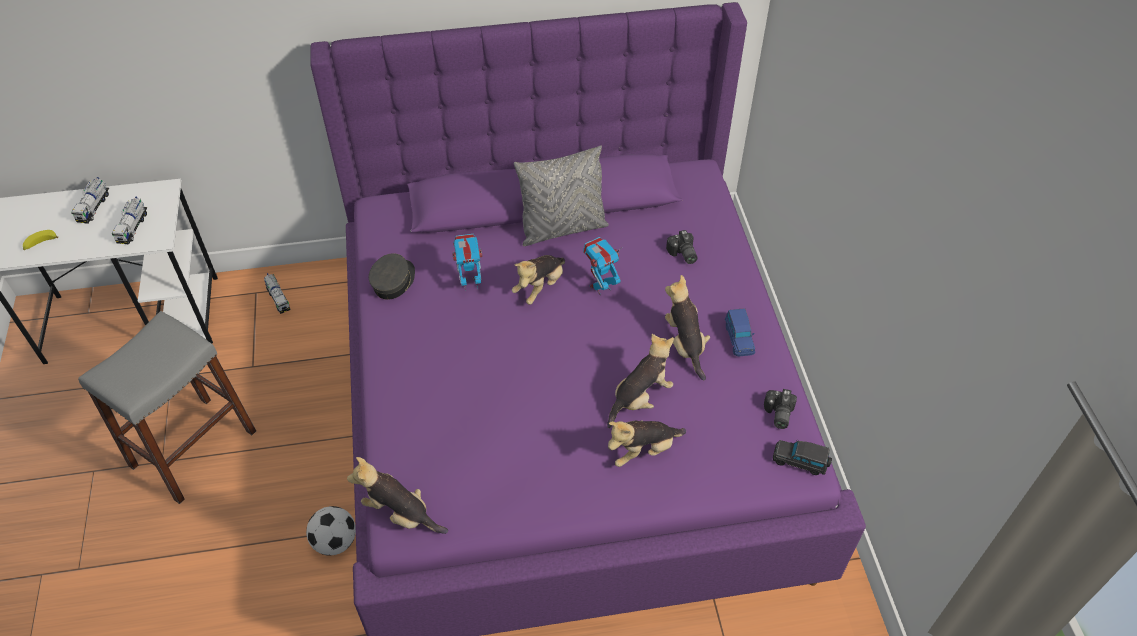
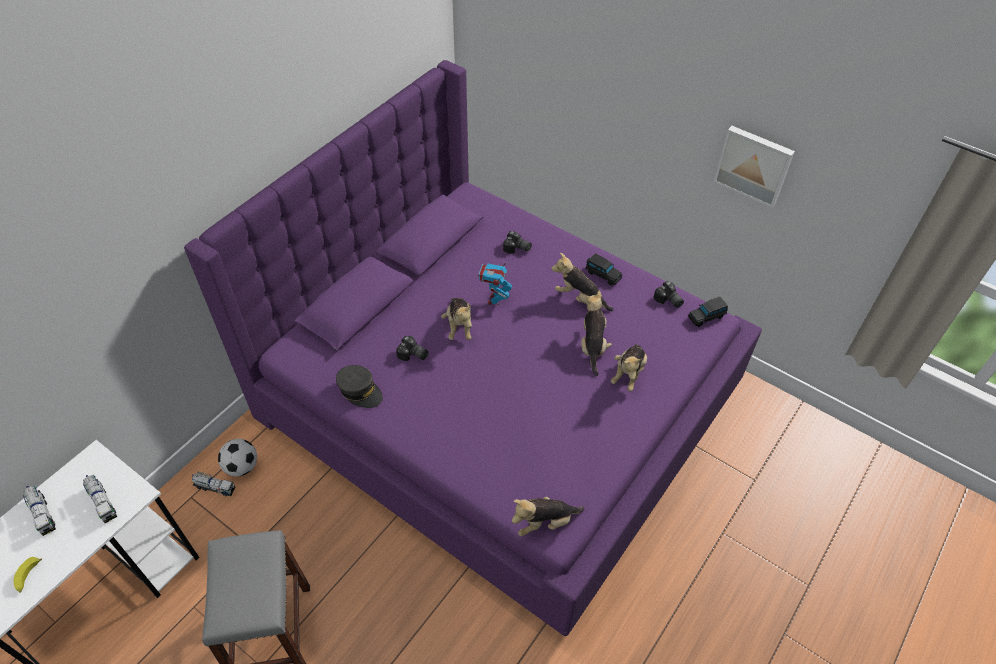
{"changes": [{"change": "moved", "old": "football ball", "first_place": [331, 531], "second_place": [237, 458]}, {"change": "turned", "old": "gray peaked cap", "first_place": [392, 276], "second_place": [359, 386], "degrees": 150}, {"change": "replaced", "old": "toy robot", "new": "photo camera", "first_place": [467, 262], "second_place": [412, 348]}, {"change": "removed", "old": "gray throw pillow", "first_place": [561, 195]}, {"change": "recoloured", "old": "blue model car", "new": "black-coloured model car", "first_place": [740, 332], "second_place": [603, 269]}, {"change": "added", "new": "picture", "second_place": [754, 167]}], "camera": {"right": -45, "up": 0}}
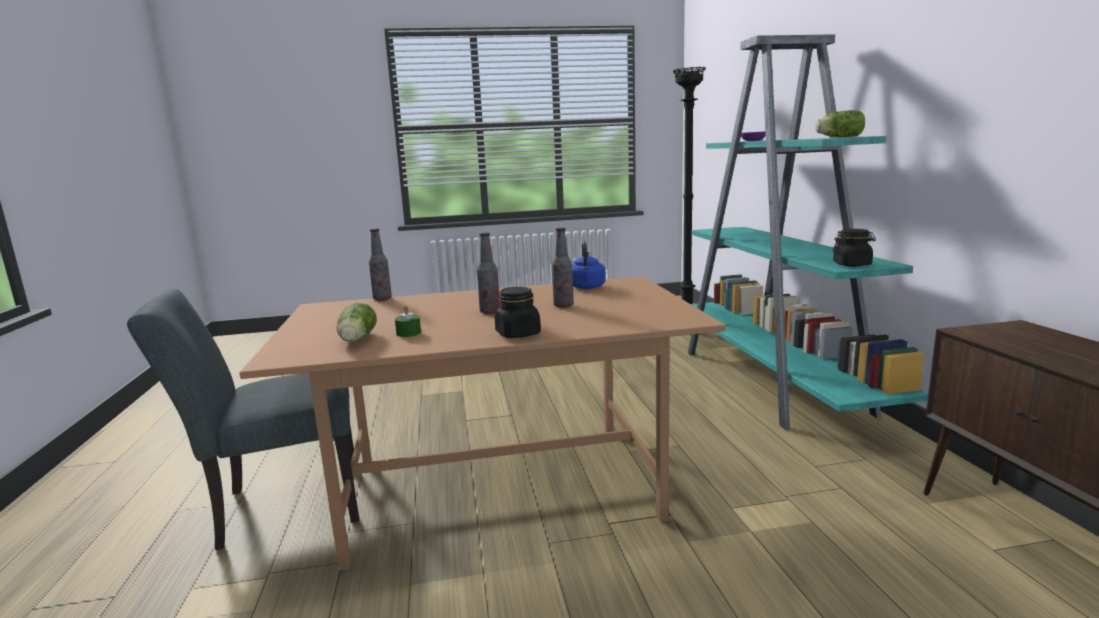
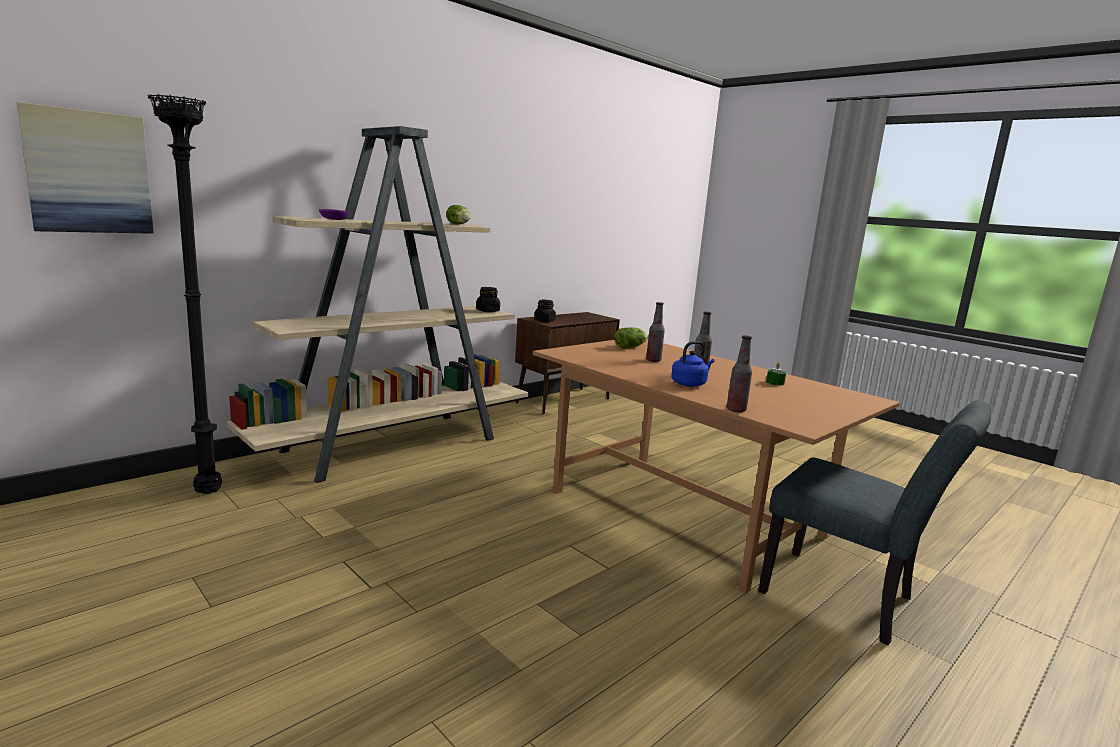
{"changes": [{"change": "moved", "old": "head of lettuce", "first_place": [357, 322], "second_place": [630, 338]}, {"change": "moved", "old": "black-coloured storage jar", "first_place": [518, 312], "second_place": [545, 311]}, {"change": "moved", "old": "blue tea kettle", "first_place": [589, 265], "second_place": [692, 364]}, {"change": "recoloured", "old": "turquoise-coloured bookcase", "new": "sand-coloured bookcase", "first_place": [808, 232], "second_place": [378, 304]}, {"change": "added", "new": "picture", "second_place": [85, 168]}], "camera": {"right": -125, "up": 0}}
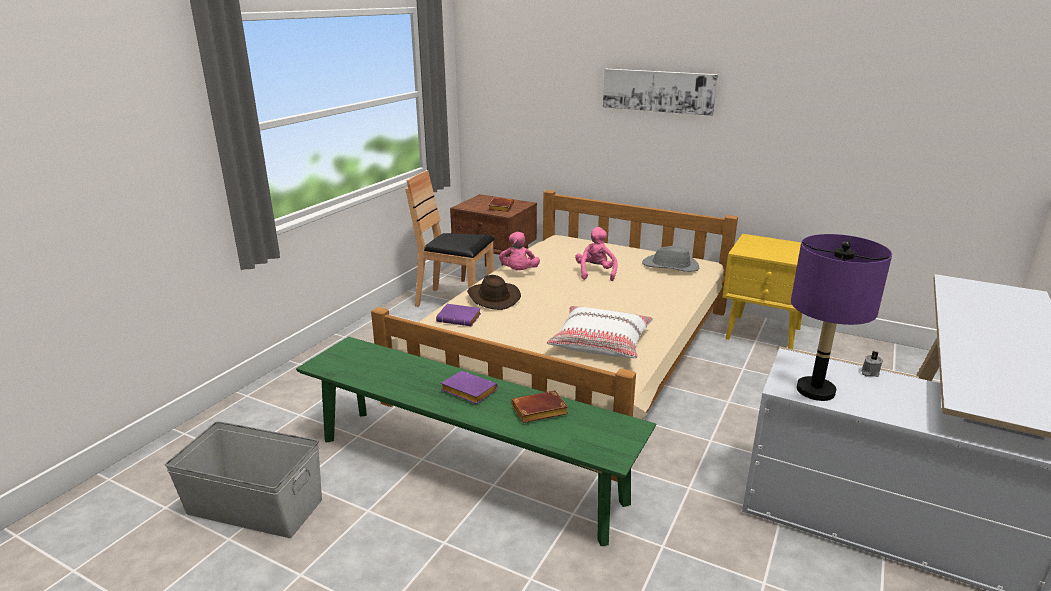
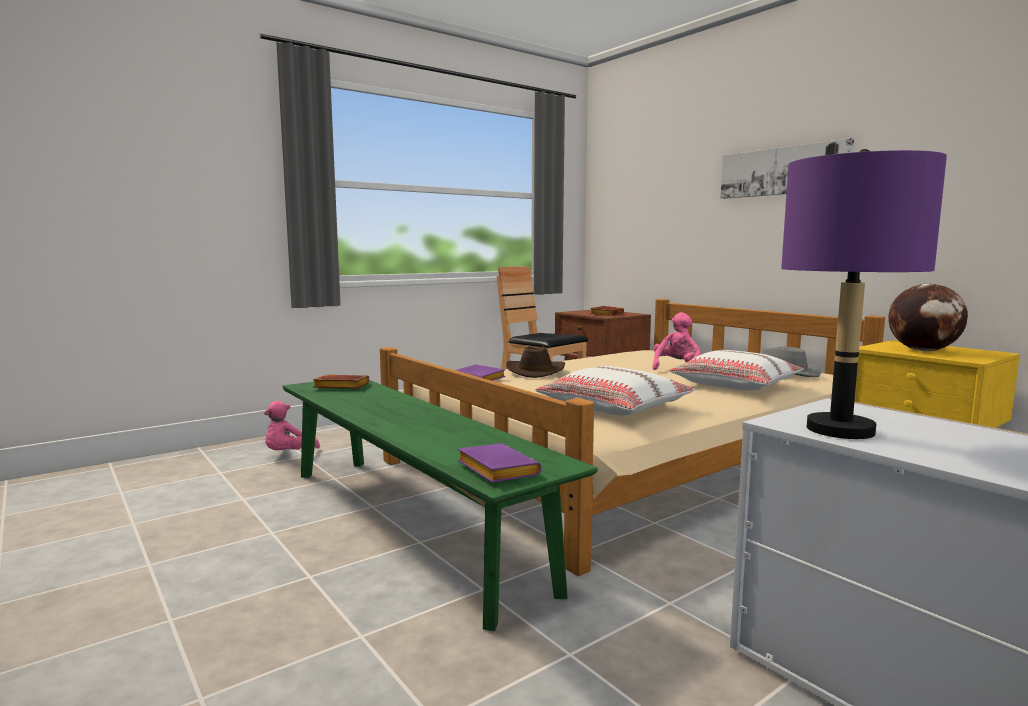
{"changes": [{"change": "removed", "old": "gray storage bin", "first_place": [243, 479]}, {"change": "moved", "old": "purple book", "first_place": [469, 387], "second_place": [499, 462]}, {"change": "moved", "old": "pink-coloured plush toy", "first_place": [519, 251], "second_place": [292, 425]}, {"change": "moved", "old": "brownish book", "first_place": [539, 407], "second_place": [341, 382]}, {"change": "removed", "old": "gray wax candle", "first_place": [872, 364]}, {"change": "added", "new": "whitish throw pillow", "second_place": [736, 370]}, {"change": "added", "new": "globe", "second_place": [928, 317]}], "camera": {"right": 25, "up": -15}}
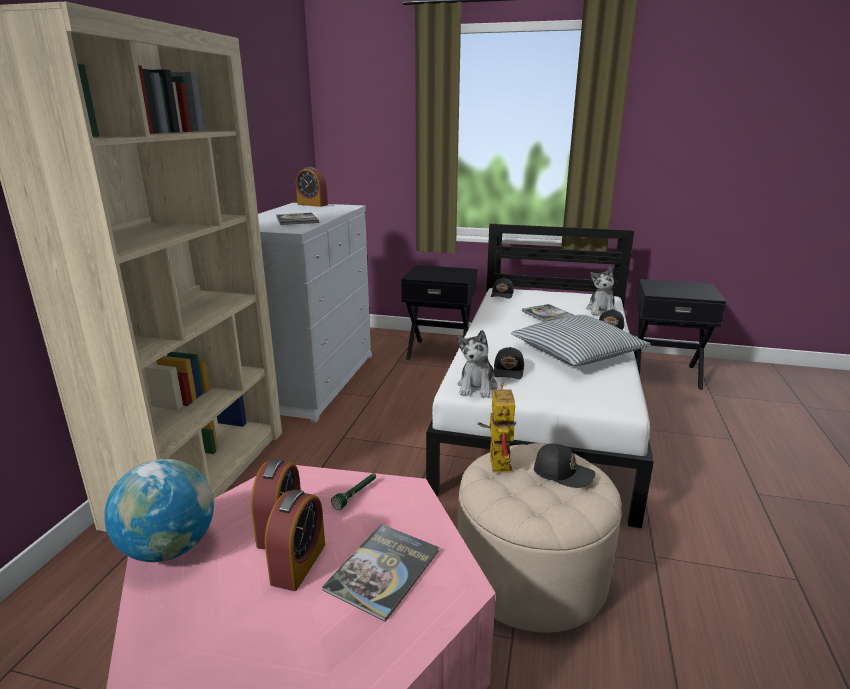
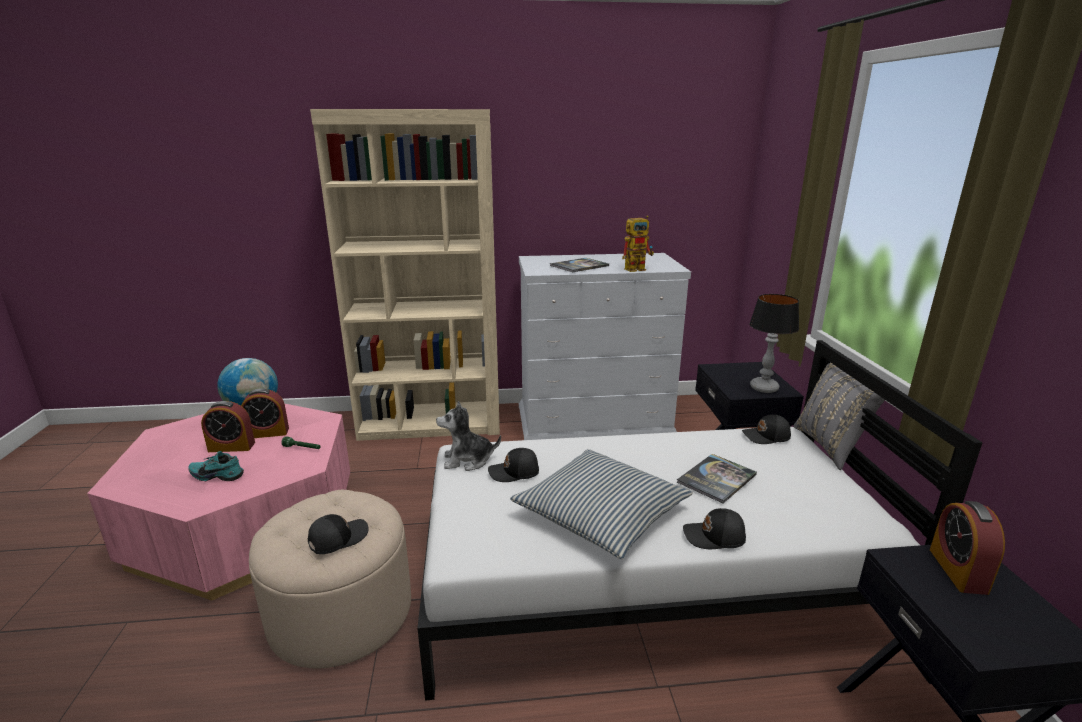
{"changes": [{"change": "moved", "old": "alarm clock", "first_place": [312, 187], "second_place": [967, 548]}, {"change": "replaced", "old": "book", "new": "turquoise-coloured item of footwear", "first_place": [380, 573], "second_place": [216, 466]}, {"change": "moved", "old": "toy robot", "first_place": [497, 427], "second_place": [638, 243]}, {"change": "turned", "old": "black-coloured peaked cap", "first_place": [565, 465], "second_place": [338, 534], "degrees": -135}, {"change": "removed", "old": "plush toy", "first_place": [601, 291]}, {"change": "added", "new": "table lamp", "second_place": [774, 343]}, {"change": "added", "new": "gray throw pillow", "second_place": [839, 416]}], "camera": {"right": 70, "up": 0}}
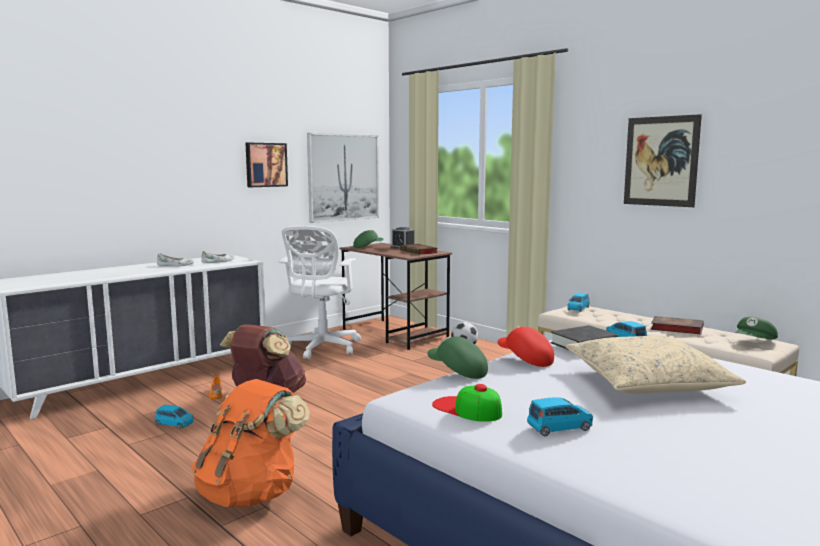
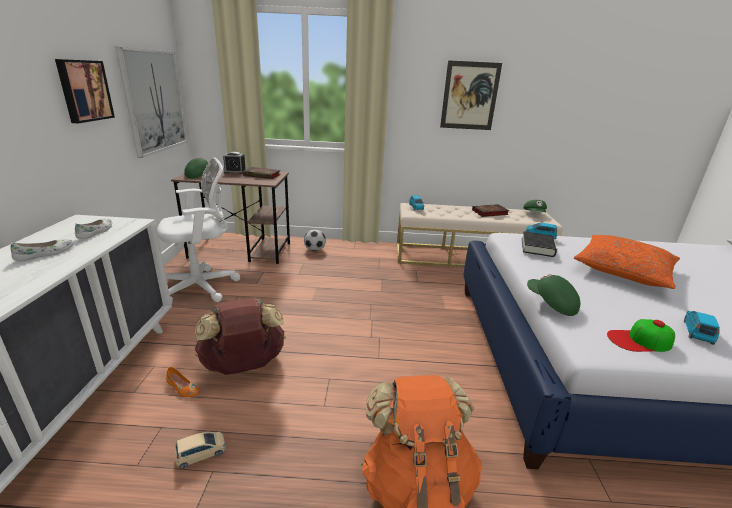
{"changes": [{"change": "recoloured", "old": "blue model car", "new": "sand-coloured model car", "first_place": [174, 417], "second_place": [200, 450]}, {"change": "turned", "old": "whitish desk chair", "first_place": [320, 292], "second_place": [199, 230], "degrees": -90}, {"change": "turned", "old": "greenish peaked cap", "first_place": [458, 357], "second_place": [553, 295], "degrees": 60}, {"change": "removed", "old": "red peaked cap", "first_place": [526, 346]}, {"change": "recoloured", "old": "sand-coloured throw pillow", "new": "orange-coloured throw pillow", "first_place": [656, 365], "second_place": [627, 262]}], "camera": {"right": -45, "up": 15}}
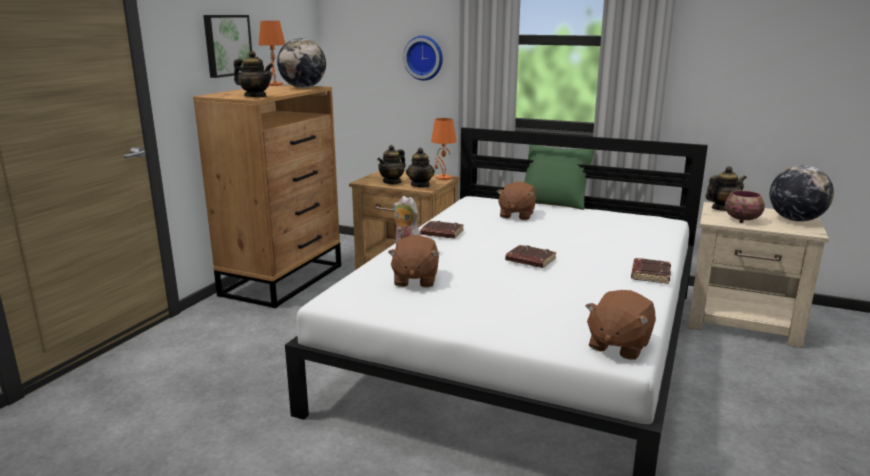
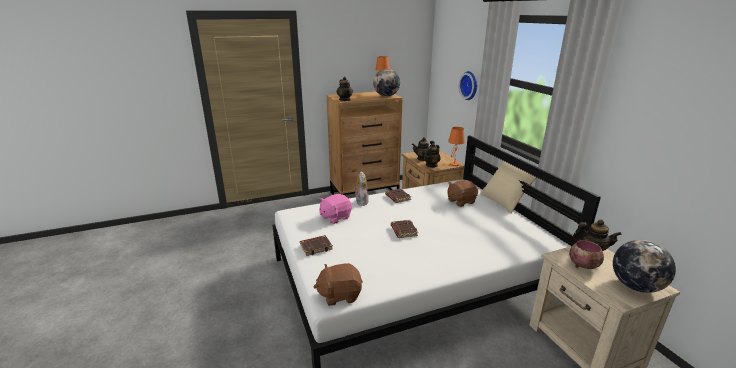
{"changes": [{"change": "removed", "old": "picture", "first_place": [227, 46]}, {"change": "recoloured", "old": "brownish plush toy", "new": "pink-coloured plush toy", "first_place": [413, 261], "second_place": [336, 209]}, {"change": "recoloured", "old": "greenish throw pillow", "new": "sand-coloured throw pillow", "first_place": [559, 177], "second_place": [508, 187]}, {"change": "moved", "old": "brownish book", "first_place": [651, 271], "second_place": [316, 245]}], "camera": {"right": 45, "up": 5}}
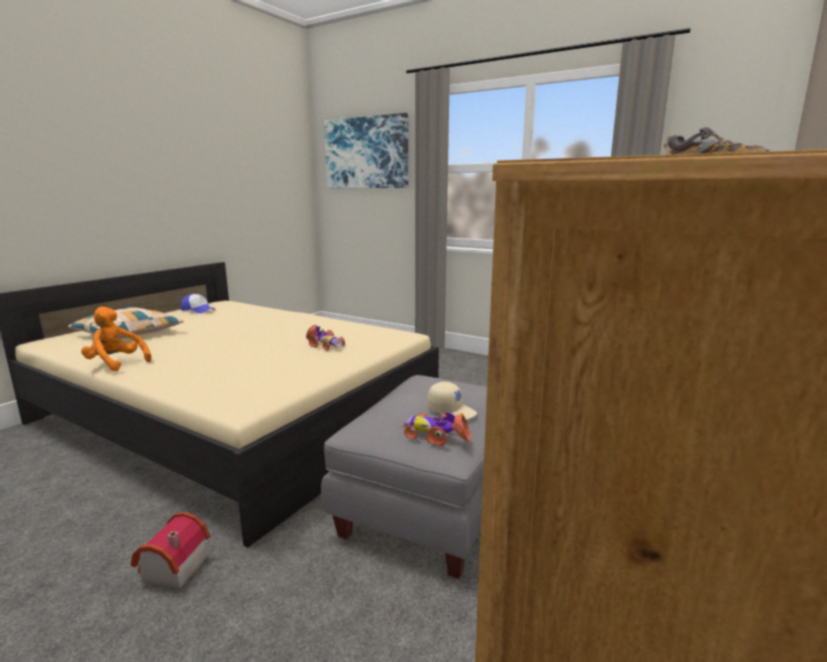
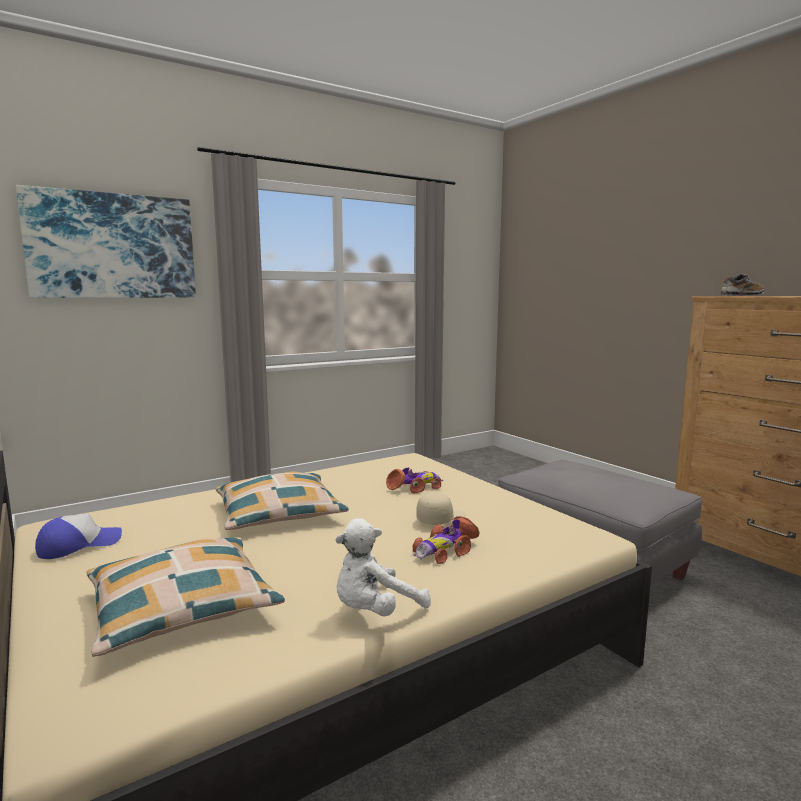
{"changes": [{"change": "recoloured", "old": "orange-coloured plush toy", "new": "whitish plush toy", "first_place": [116, 339], "second_place": [383, 567]}, {"change": "removed", "old": "model house", "first_place": [170, 550]}, {"change": "moved", "old": "model car", "first_place": [436, 429], "second_place": [446, 540]}, {"change": "moved", "old": "sand-coloured peaked cap", "first_place": [452, 401], "second_place": [441, 508]}, {"change": "added", "new": "throw pillow", "second_place": [282, 500]}], "camera": {"right": -65, "up": -5}}
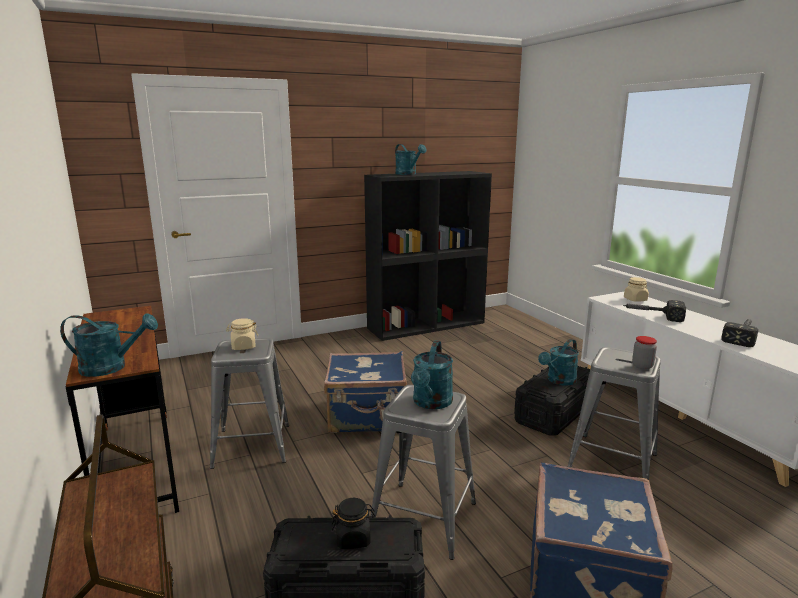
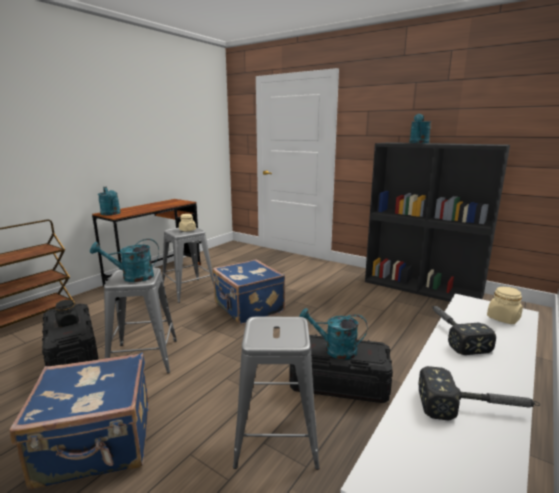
{"changes": [{"change": "removed", "old": "storage jar", "first_place": [644, 352]}], "camera": {"right": 60, "up": 0}}
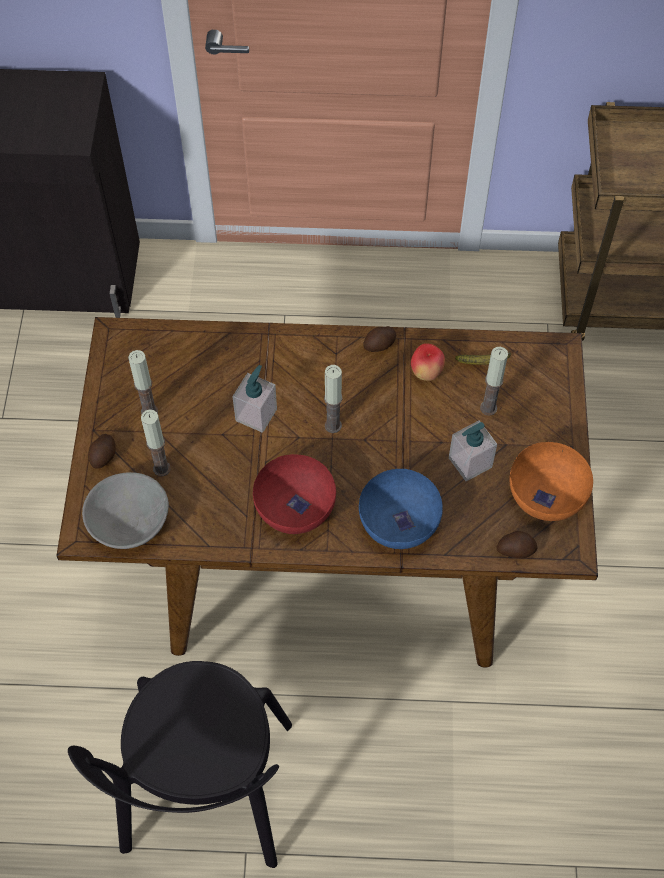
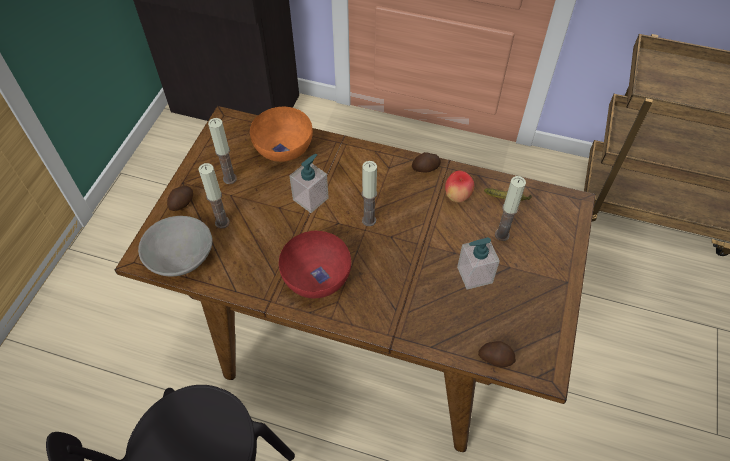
{"changes": [{"change": "removed", "old": "blue deep dish", "first_place": [401, 509]}, {"change": "moved", "old": "orange-coloured deep dish", "first_place": [551, 481], "second_place": [281, 134]}], "camera": {"right": 15, "up": -5}}
